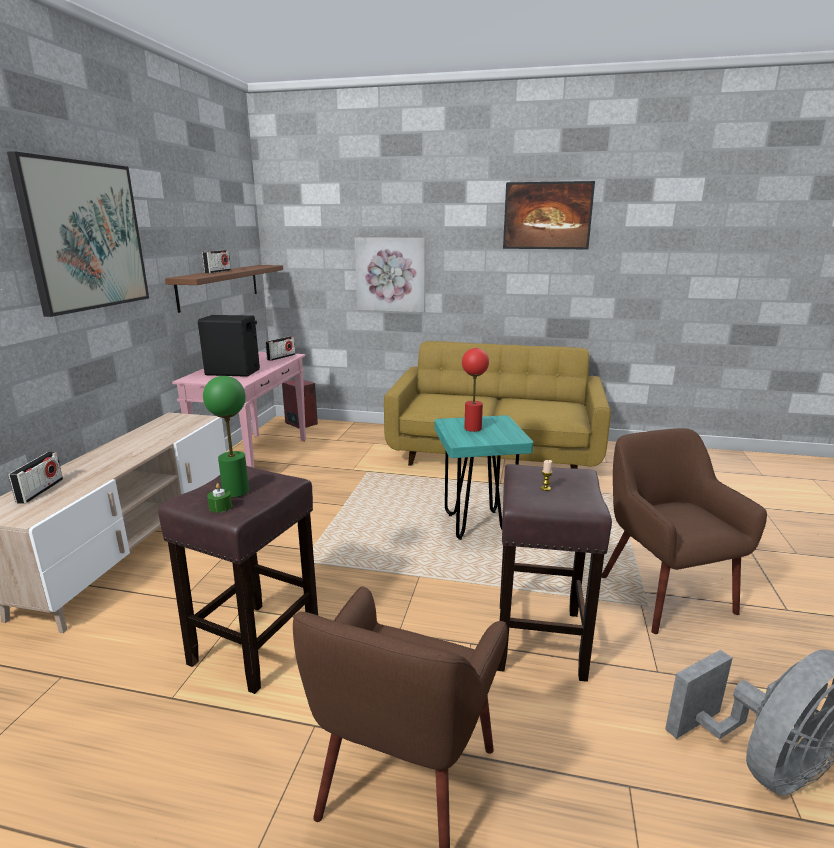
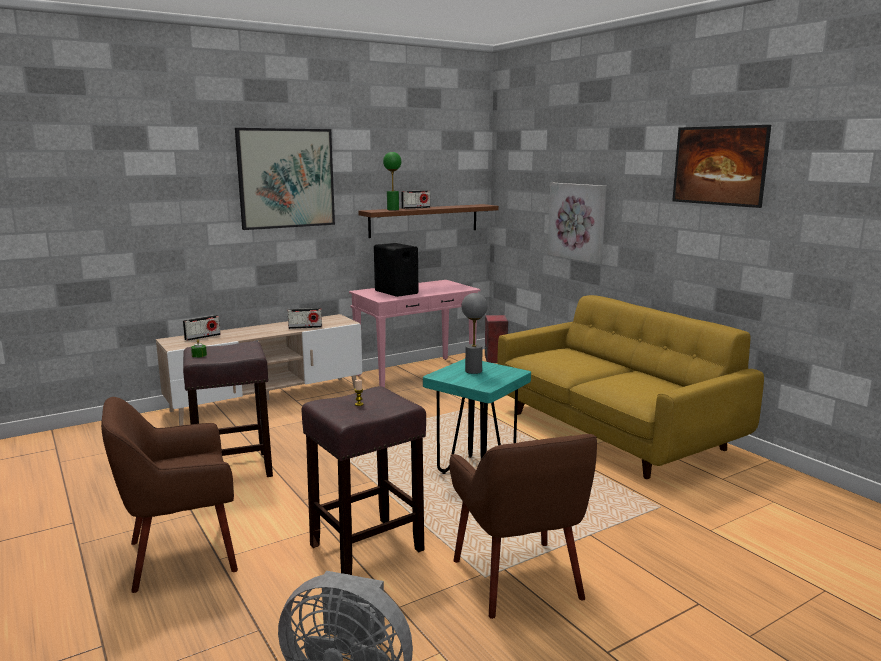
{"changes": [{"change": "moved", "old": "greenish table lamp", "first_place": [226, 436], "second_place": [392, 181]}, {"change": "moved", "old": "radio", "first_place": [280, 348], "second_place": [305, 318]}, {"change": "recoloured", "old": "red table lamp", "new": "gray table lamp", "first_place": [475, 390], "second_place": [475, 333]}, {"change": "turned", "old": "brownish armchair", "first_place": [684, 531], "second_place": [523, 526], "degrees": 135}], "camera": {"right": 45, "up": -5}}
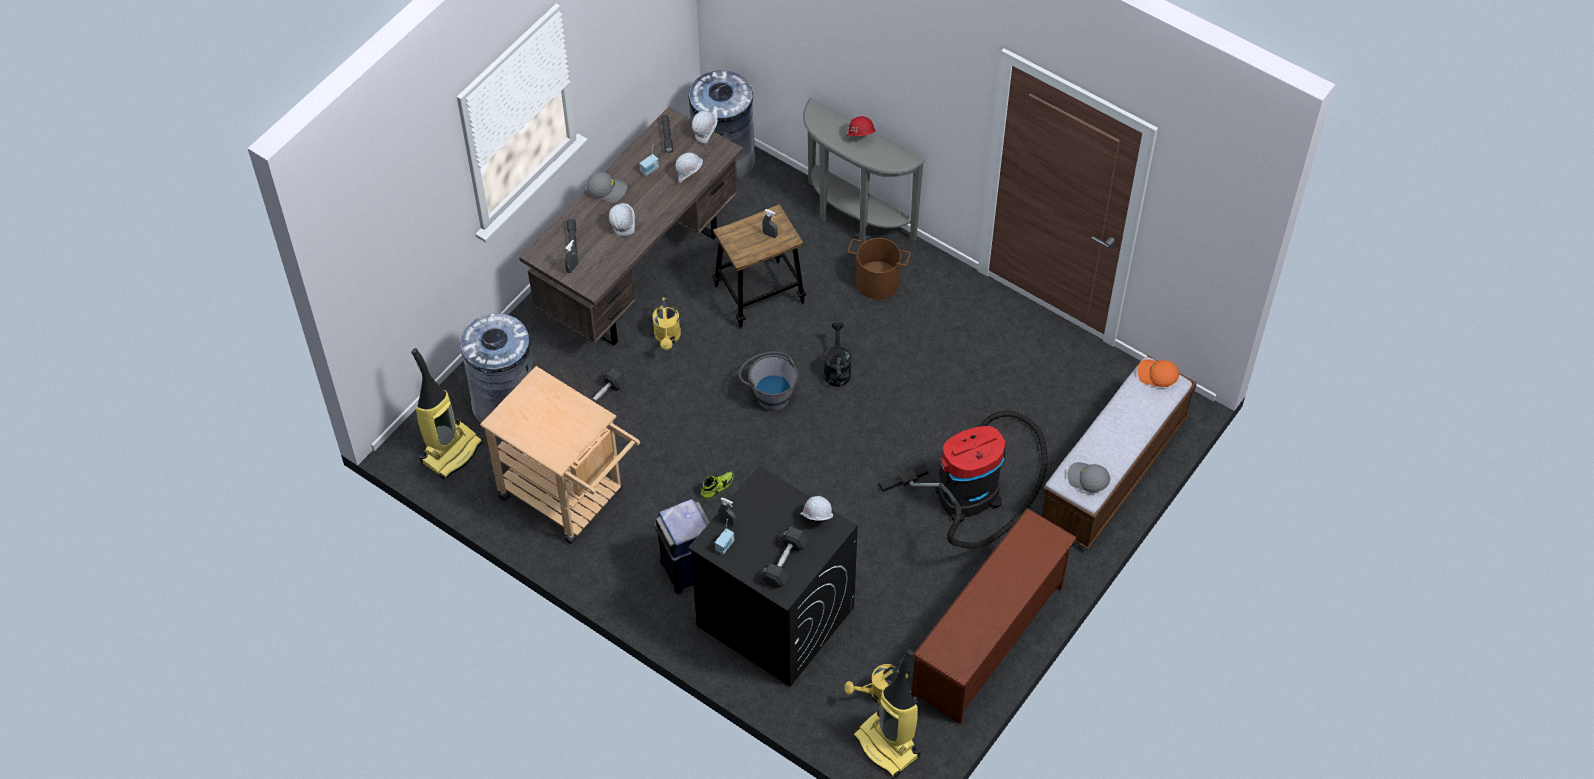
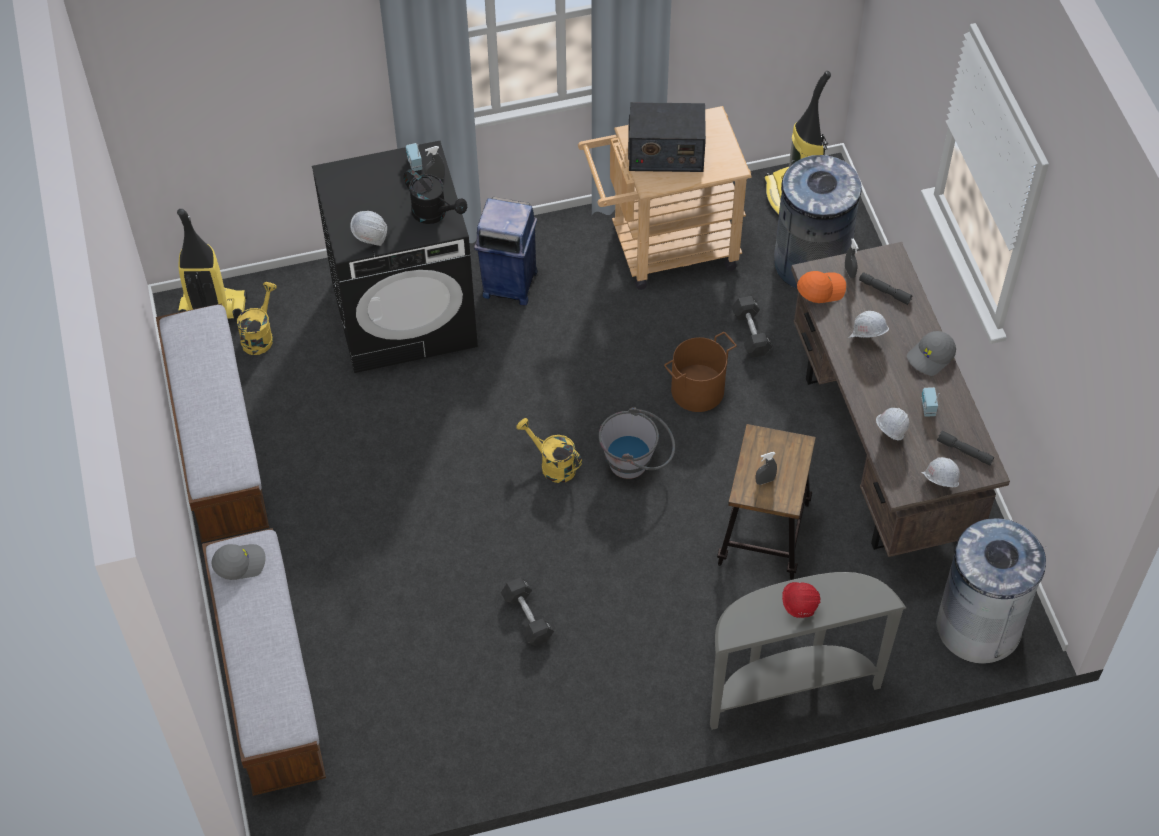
{"changes": [{"change": "moved", "old": "yellowish watering pot", "first_place": [667, 324], "second_place": [549, 450]}, {"change": "removed", "old": "item of footwear", "first_place": [717, 485]}, {"change": "moved", "old": "black-coloured free weight", "first_place": [784, 557], "second_place": [527, 611]}, {"change": "moved", "old": "black-coloured watering pot", "first_place": [837, 355], "second_place": [435, 197]}, {"change": "moved", "old": "brownish water bucket", "first_place": [879, 268], "second_place": [700, 372]}, {"change": "removed", "old": "vacuum cleaner", "first_place": [963, 480]}, {"change": "replaced", "old": "brownish shoe shelf", "new": "bench", "first_place": [994, 616], "second_place": [212, 423]}, {"change": "moved", "old": "orange-coloured peaked cap", "first_place": [1158, 373], "second_place": [821, 287]}, {"change": "added", "new": "radio", "second_place": [667, 137]}], "camera": {"right": 130, "up": 0}}
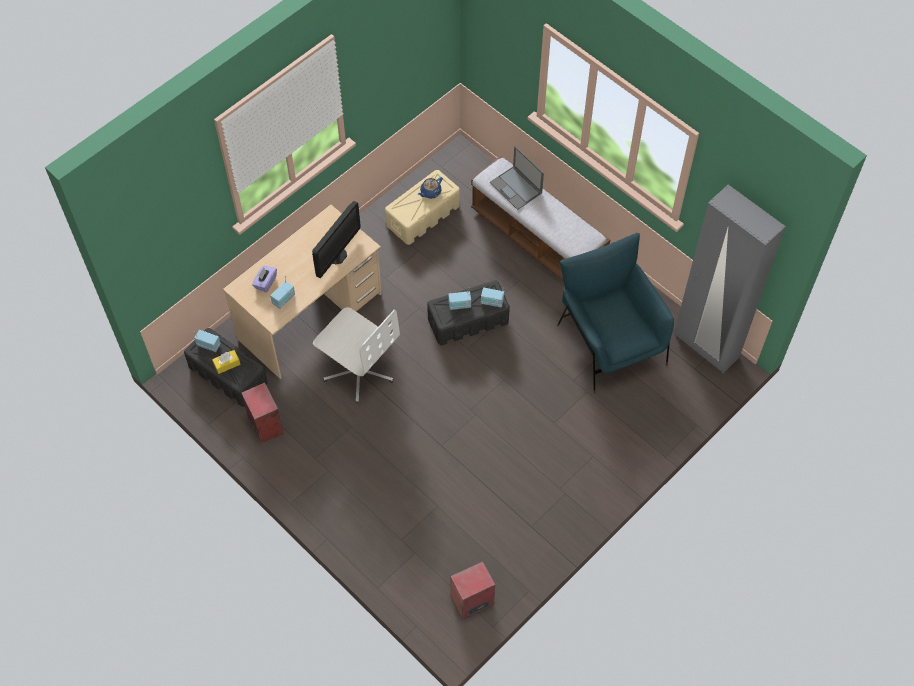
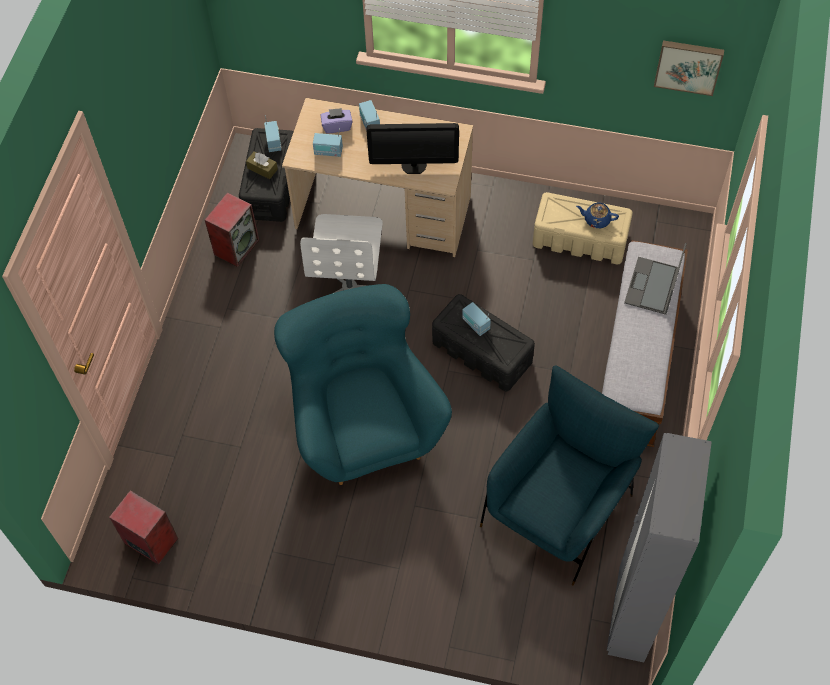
{"changes": [{"change": "recoloured", "old": "yellowish box of tissues", "new": "brownish box of tissues", "first_place": [226, 362], "second_place": [262, 165]}, {"change": "moved", "old": "radio", "first_place": [492, 297], "second_place": [369, 115]}, {"change": "added", "new": "turquoise-coloured armchair", "second_place": [363, 384]}, {"change": "added", "new": "picture", "second_place": [689, 68]}], "camera": {"right": 60, "up": 0}}
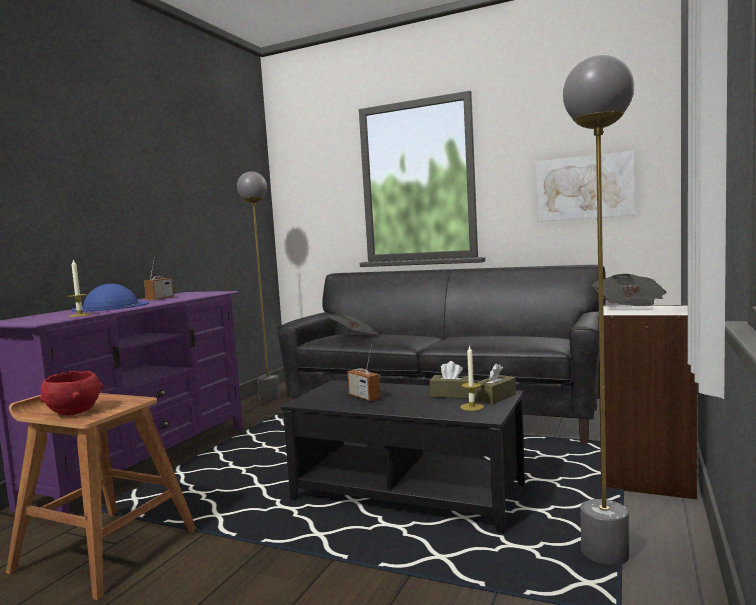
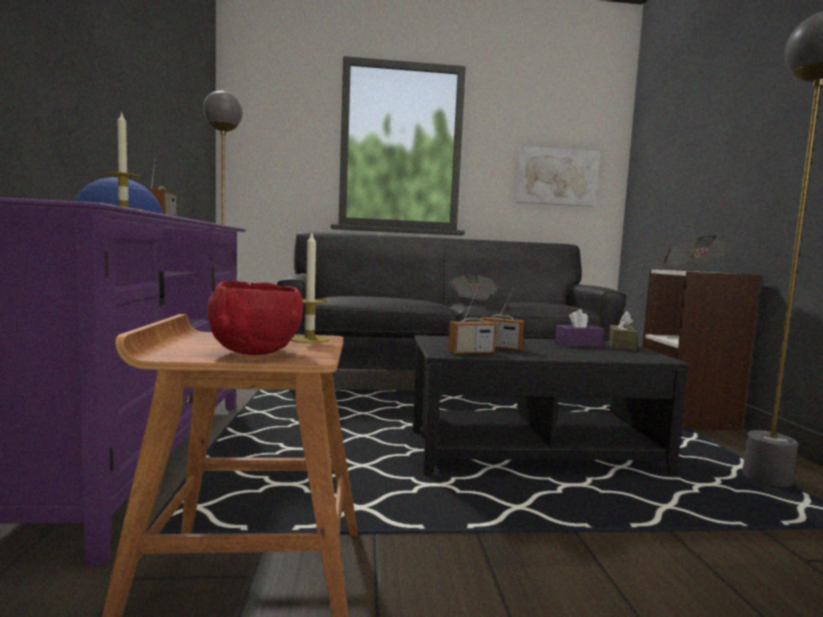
{"changes": [{"change": "moved", "old": "daily paper", "first_place": [353, 324], "second_place": [473, 287]}, {"change": "recoloured", "old": "brownish box of tissues", "new": "purple box of tissues", "first_place": [449, 379], "second_place": [579, 328]}, {"change": "moved", "old": "wax candle", "first_place": [472, 378], "second_place": [310, 288]}, {"change": "added", "new": "radio", "second_place": [472, 321]}], "camera": {"right": -30, "up": 0}}
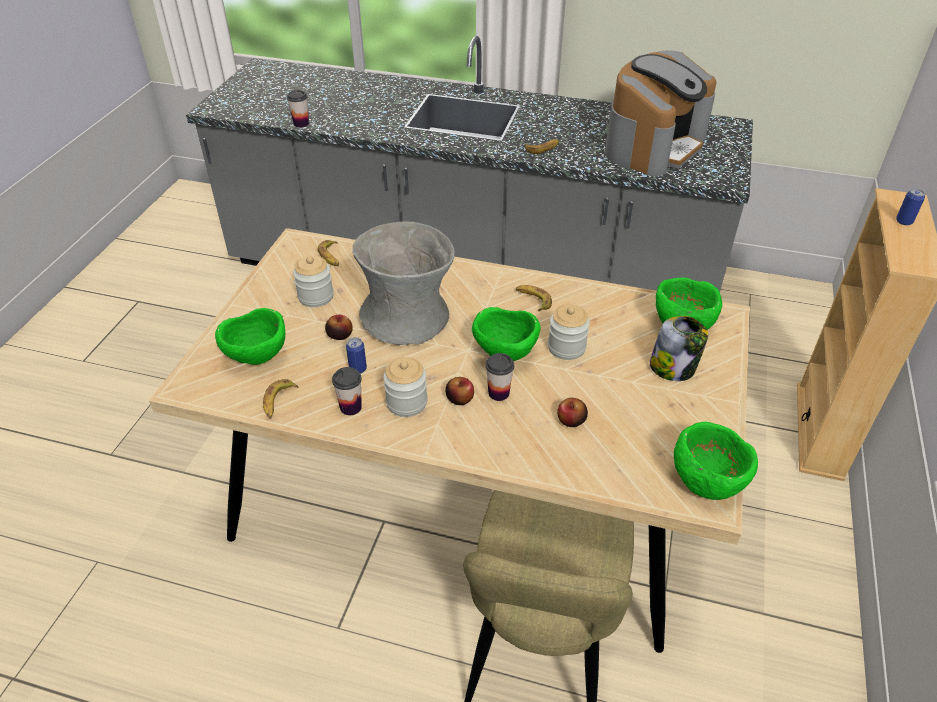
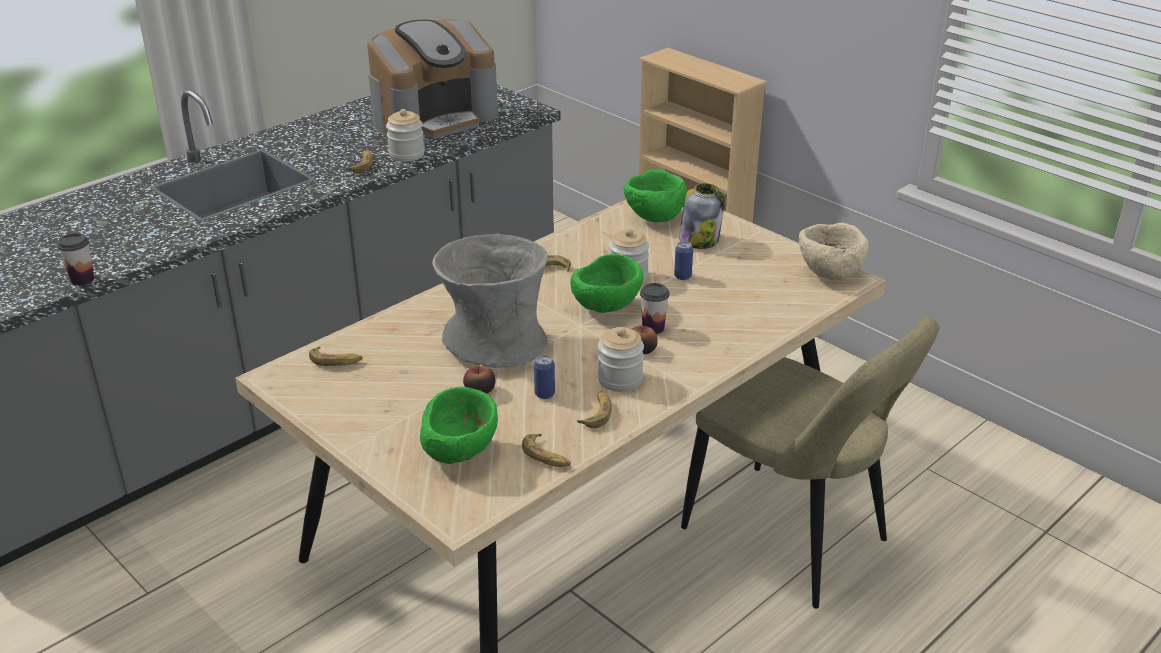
{"changes": [{"change": "moved", "old": "storage jar", "first_place": [313, 281], "second_place": [405, 135]}, {"change": "replaced", "old": "cup", "new": "banana", "first_place": [347, 391], "second_place": [594, 410]}, {"change": "removed", "old": "apple fruit", "first_place": [572, 412]}, {"change": "turned", "old": "coffee machine", "first_place": [660, 114], "second_place": [432, 79], "degrees": 75}, {"change": "recoloured", "old": "greenish deep dish", "new": "sand-coloured deep dish", "first_place": [716, 460], "second_place": [833, 251]}, {"change": "moved", "old": "metal can", "first_place": [910, 207], "second_place": [683, 260]}], "camera": {"right": -60, "up": -10}}
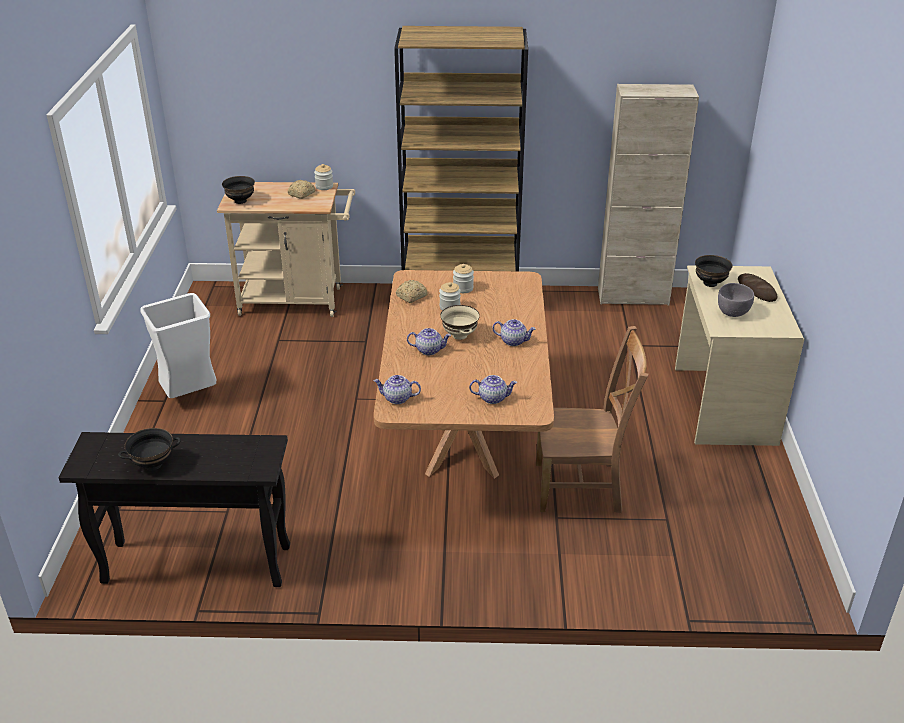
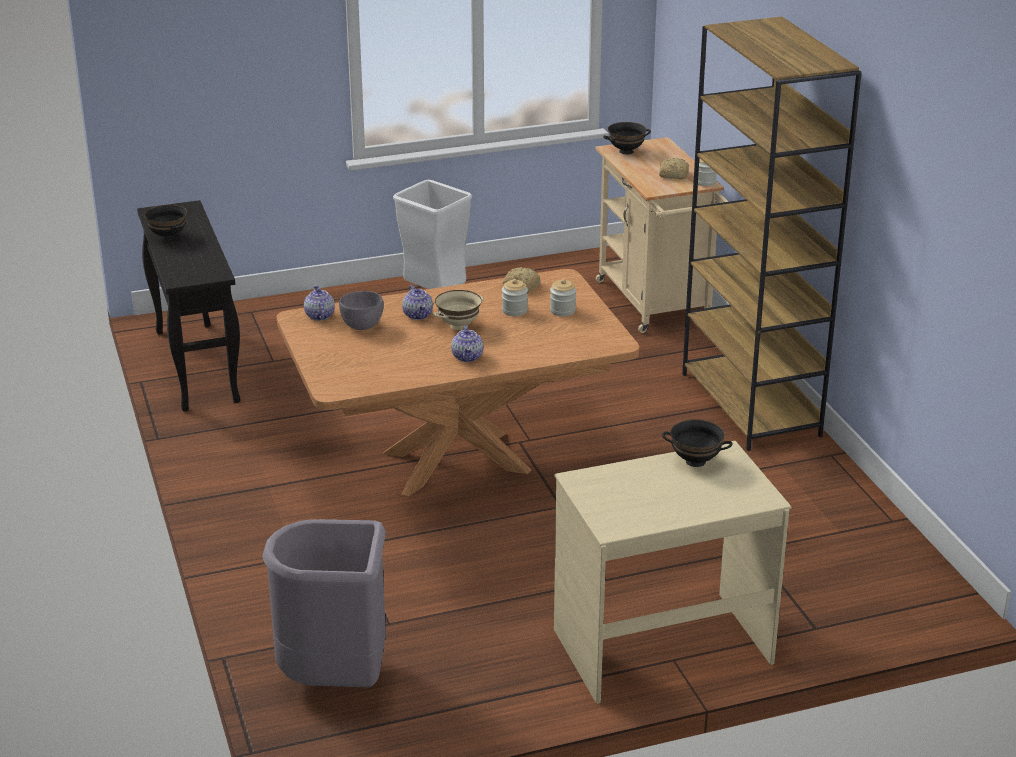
{"changes": [{"change": "removed", "old": "teapot", "first_place": [493, 389]}, {"change": "removed", "old": "brownish upright chair", "first_place": [592, 419]}, {"change": "removed", "old": "sand-coloured storage cabinet", "first_place": [648, 194]}, {"change": "moved", "old": "gray deep dish", "first_place": [736, 300], "second_place": [361, 310]}, {"change": "removed", "old": "bakery bread", "first_place": [757, 287]}, {"change": "added", "new": "gray rubbish bin", "second_place": [324, 603]}], "camera": {"right": 70, "up": -5}}
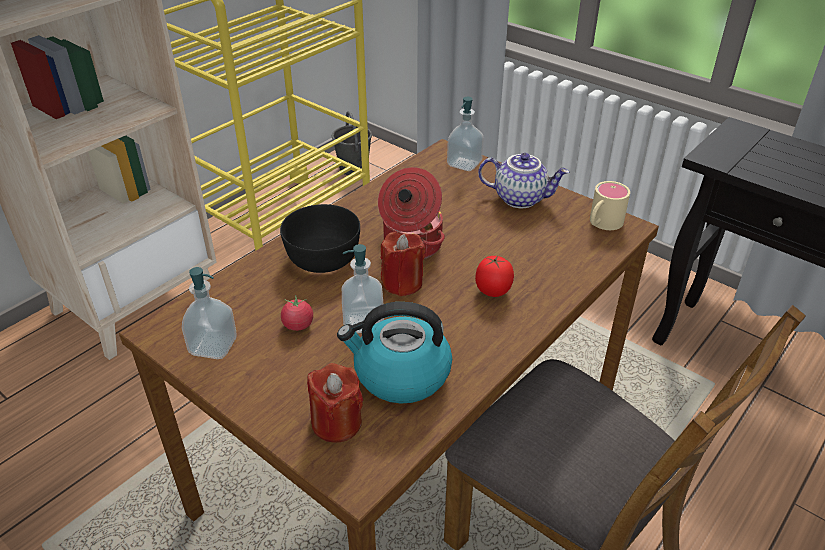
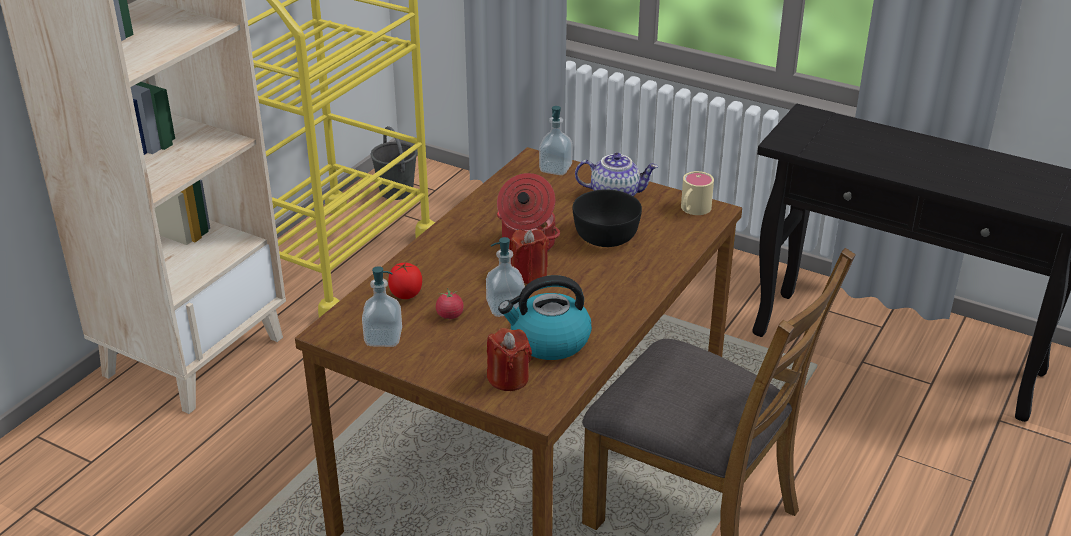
{"changes": [{"change": "moved", "old": "black-coloured deep dish", "first_place": [320, 238], "second_place": [607, 218]}, {"change": "moved", "old": "whole tomato", "first_place": [494, 276], "second_place": [405, 280]}], "camera": {"right": -10, "up": -5}}
